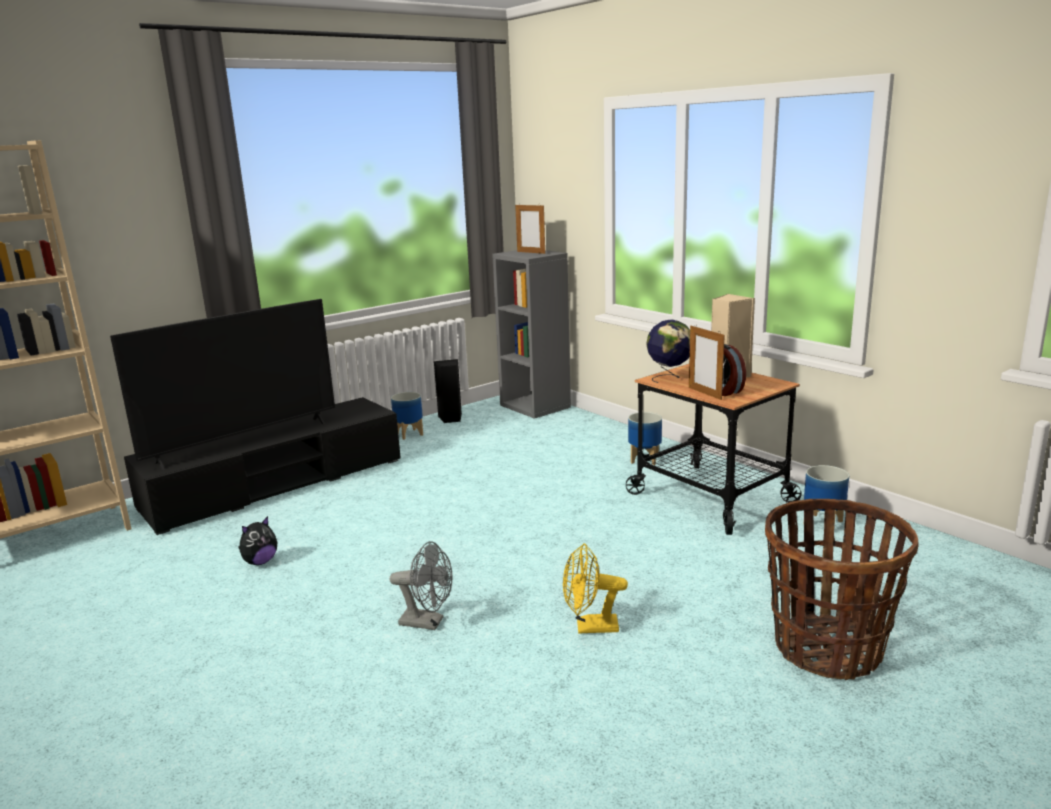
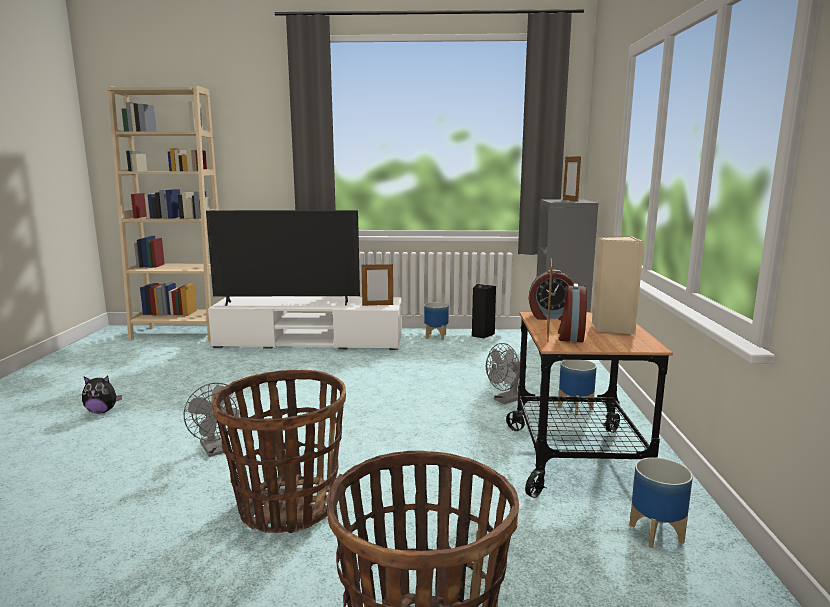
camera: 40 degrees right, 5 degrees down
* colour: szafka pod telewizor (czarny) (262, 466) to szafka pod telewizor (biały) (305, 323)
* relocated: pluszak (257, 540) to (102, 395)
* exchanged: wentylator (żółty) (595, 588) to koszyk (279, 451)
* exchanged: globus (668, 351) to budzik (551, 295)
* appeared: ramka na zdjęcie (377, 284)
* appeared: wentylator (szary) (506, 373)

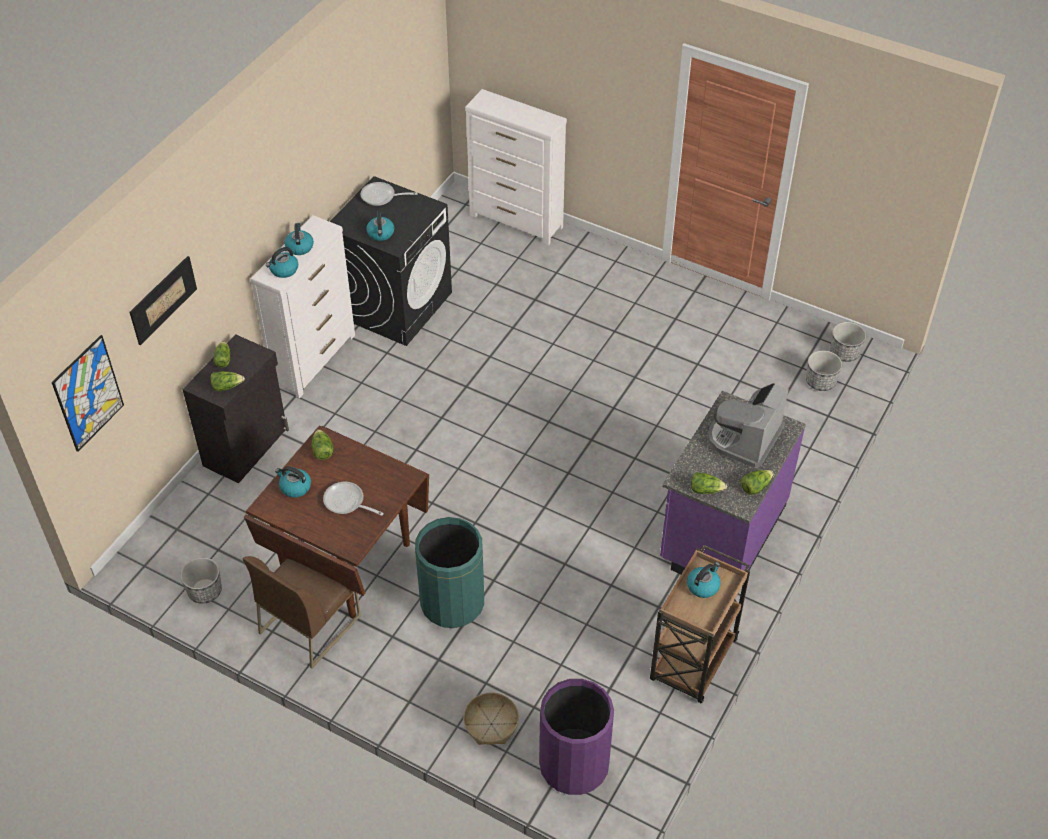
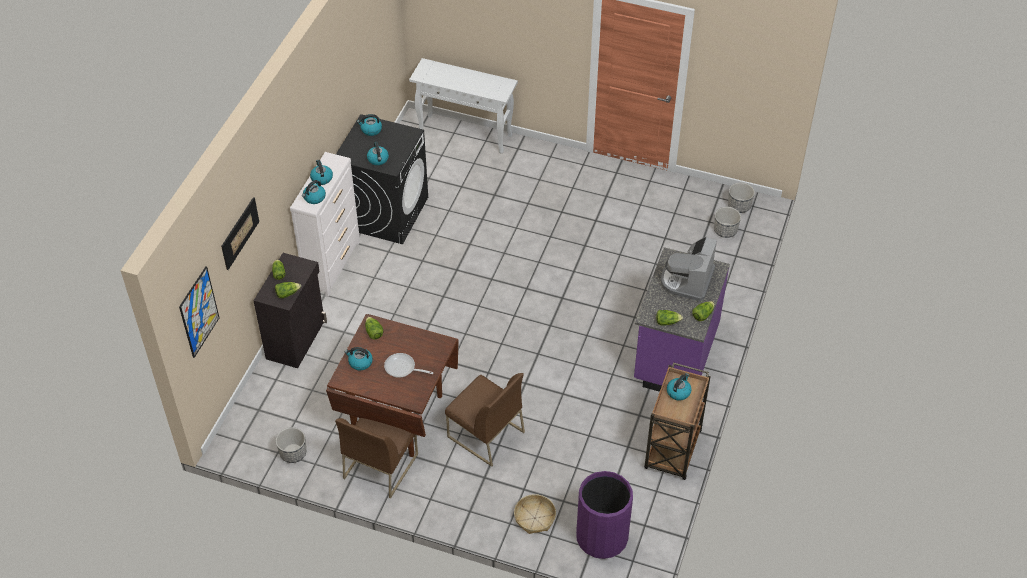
camera: 10 degrees left, 0 degrees up
* exchanged: patelnia (389, 194) to czajnik (369, 125)
* exchanged: kosz na śmieci (zielony) (449, 572) to krzesło (brązowy) (485, 420)
* exchanged: komoda (biały) (516, 167) to stolik konsolowy (biały) (463, 106)

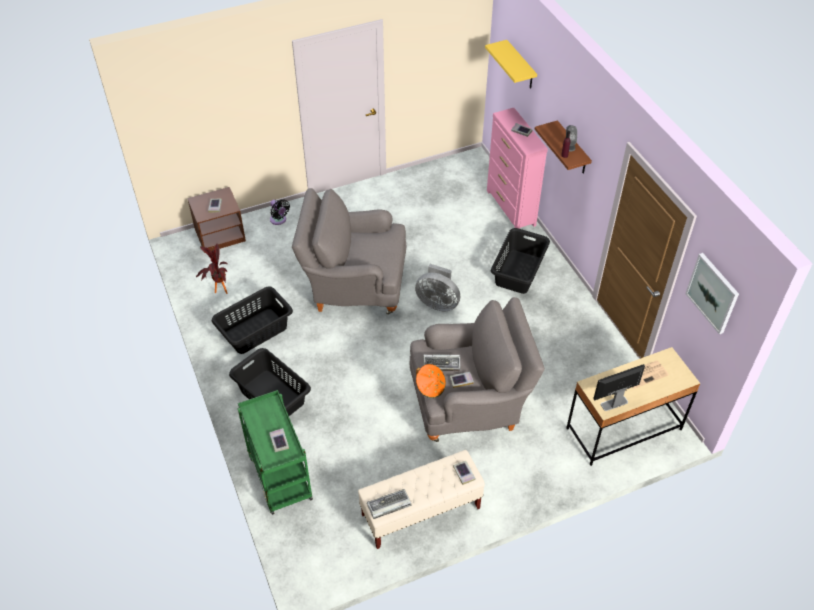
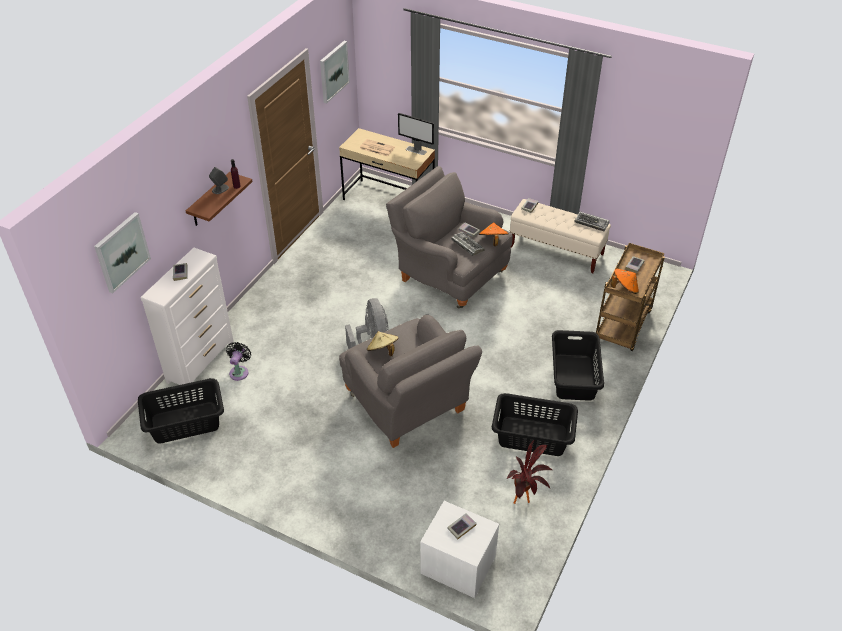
camera: 130 degrees left, 5 degrees down
* colour: szafka nocna (brązowy) (216, 220) to szafka nocna (biały) (459, 549)
* colour: wózek (zielony) (275, 452) to wózek (brązowy) (630, 297)
* relocated: wentylator (czarny) (280, 212) to (238, 361)
* exchanged: półka (żółty) (511, 64) to obraz (122, 252)
* colour: komoda (różowy) (517, 168) to komoda (biały) (187, 320)
* relocated: kosz na pranie (czarny) (520, 261) to (181, 411)
* appeared: kapelusz (beżowy) (382, 343)
* appeared: kapelusz (pomarańczowy) (625, 281)

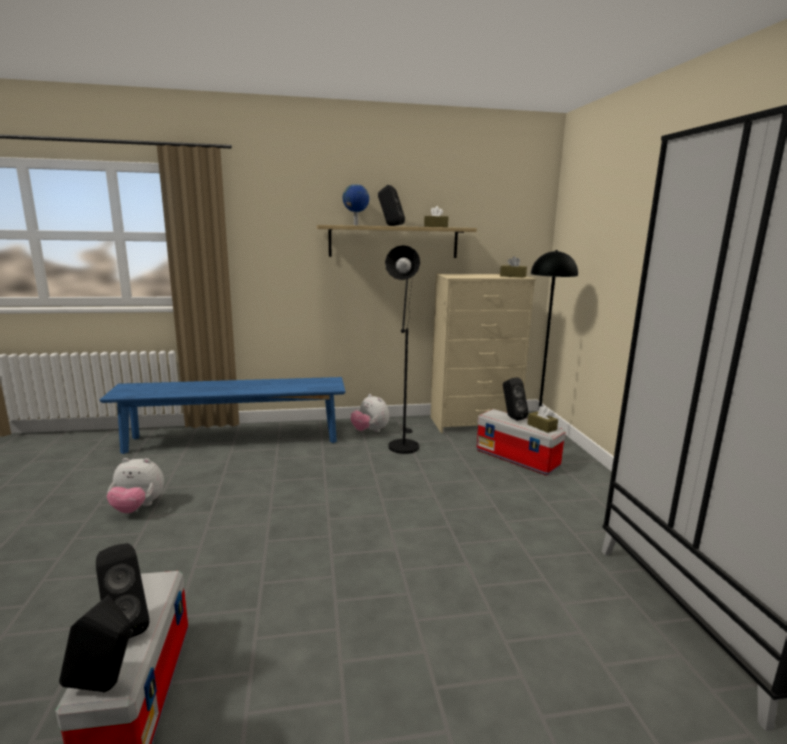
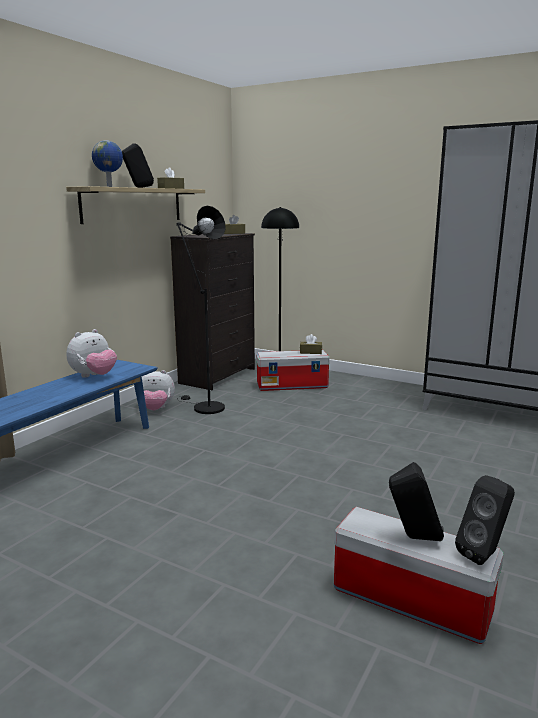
camera: 50 degrees left, 0 degrees up
* relocated: pluszak (135, 485) to (91, 353)
* colour: komoda (beżowy) (483, 353) to komoda (czarny) (212, 311)
* missing: głośnik (czarny) (516, 399)

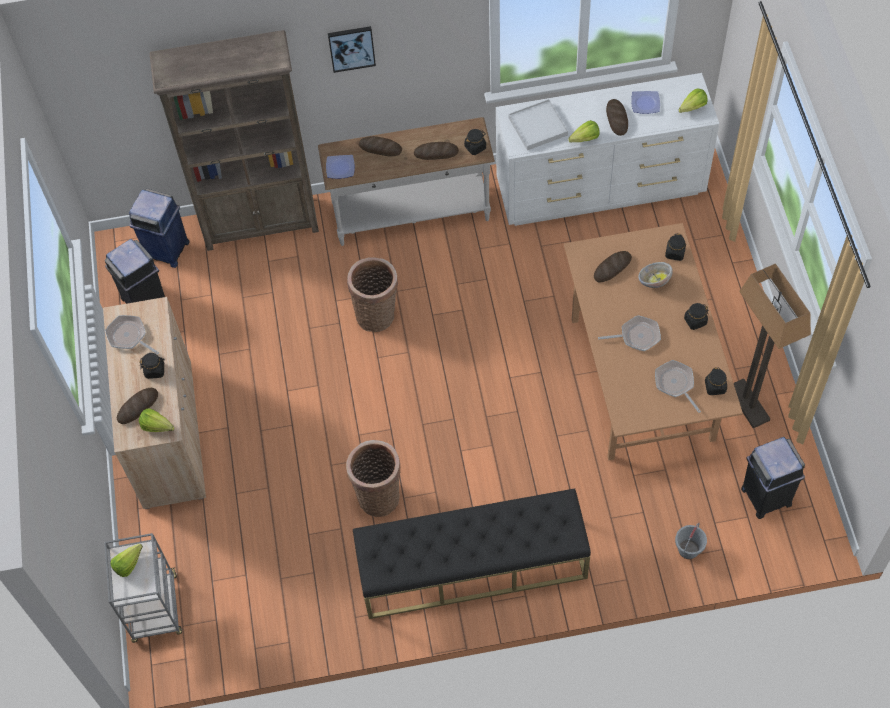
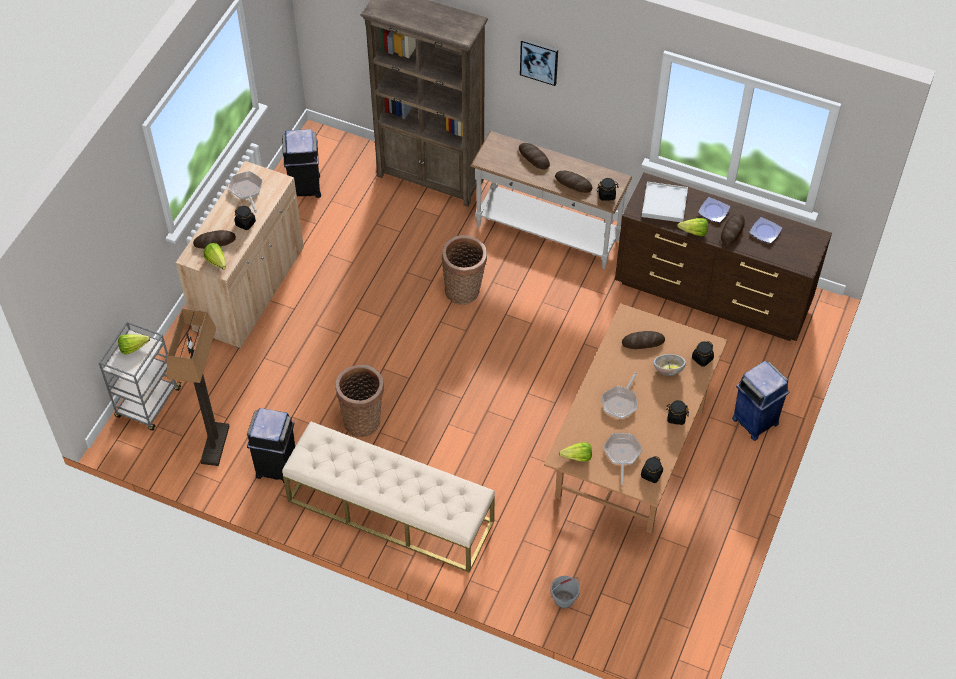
camera: 30 degrees right, 5 degrees down
* relocated: kosz na śmieci (niebieski) (159, 228) to (760, 401)
* relocated: talerz (340, 167) to (714, 210)
* colour: ławka (czarny) (472, 554) to ławka (beżowy) (388, 497)
* colour: komoda (biały) (607, 149) to komoda (brązowy) (723, 256)
* spun: patelnia (629, 333) = (619, 395) 90 degrees clockwise
* relocated: sałata (693, 100) to (575, 452)
* relocated: lampa stojąca (772, 345) to (198, 387)
* relocated: kosz na śmieci (czarny) (773, 478) to (271, 445)

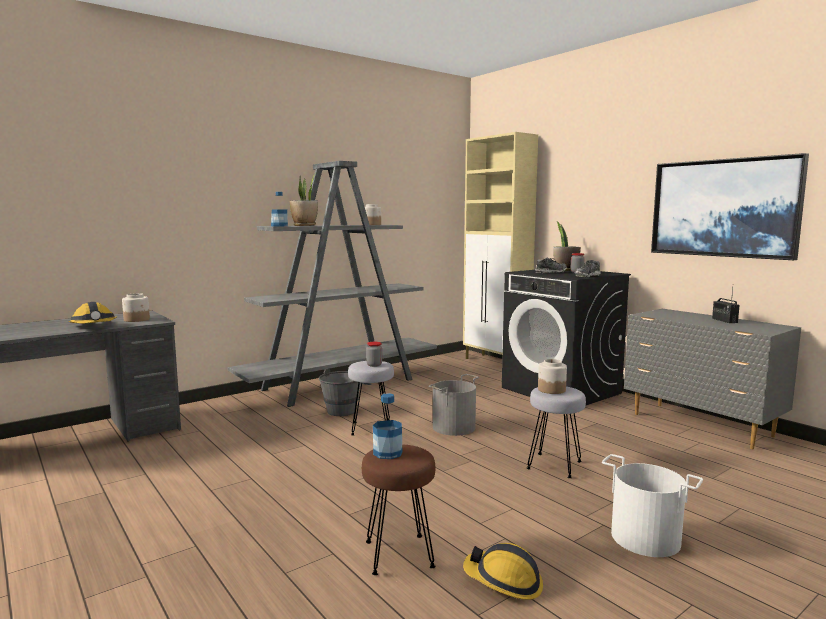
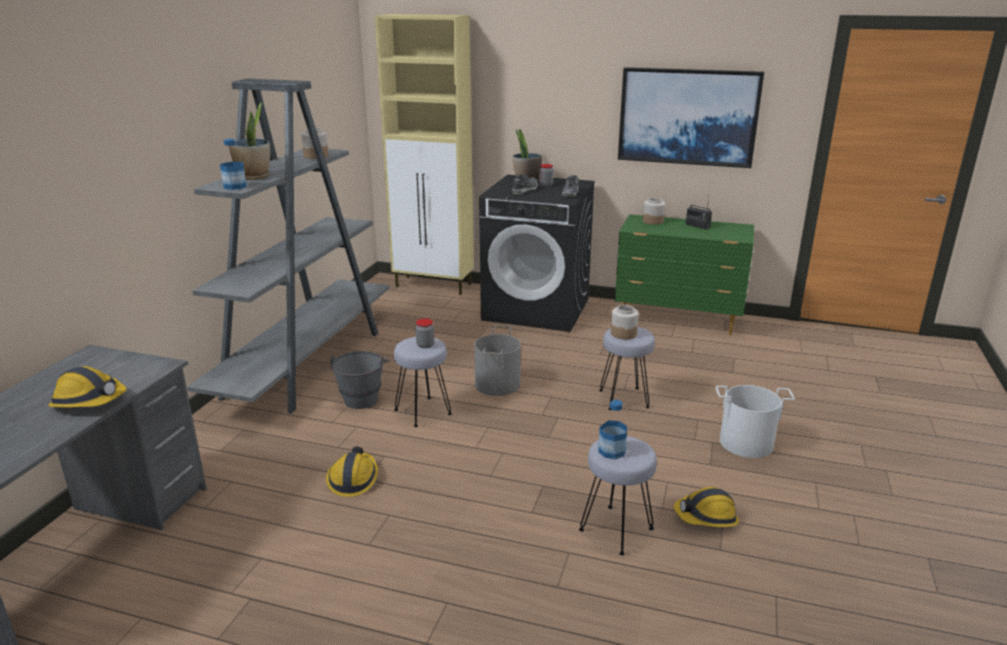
camera: 35 degrees left, 15 degrees up
* relocated: słoik (136, 307) to (654, 211)
* colour: stołek (brązowy) (398, 509) to stołek (szary) (618, 495)
* colour: komoda (szary) (712, 379) to komoda (zielony) (684, 274)
* appeared: kask (352, 471)

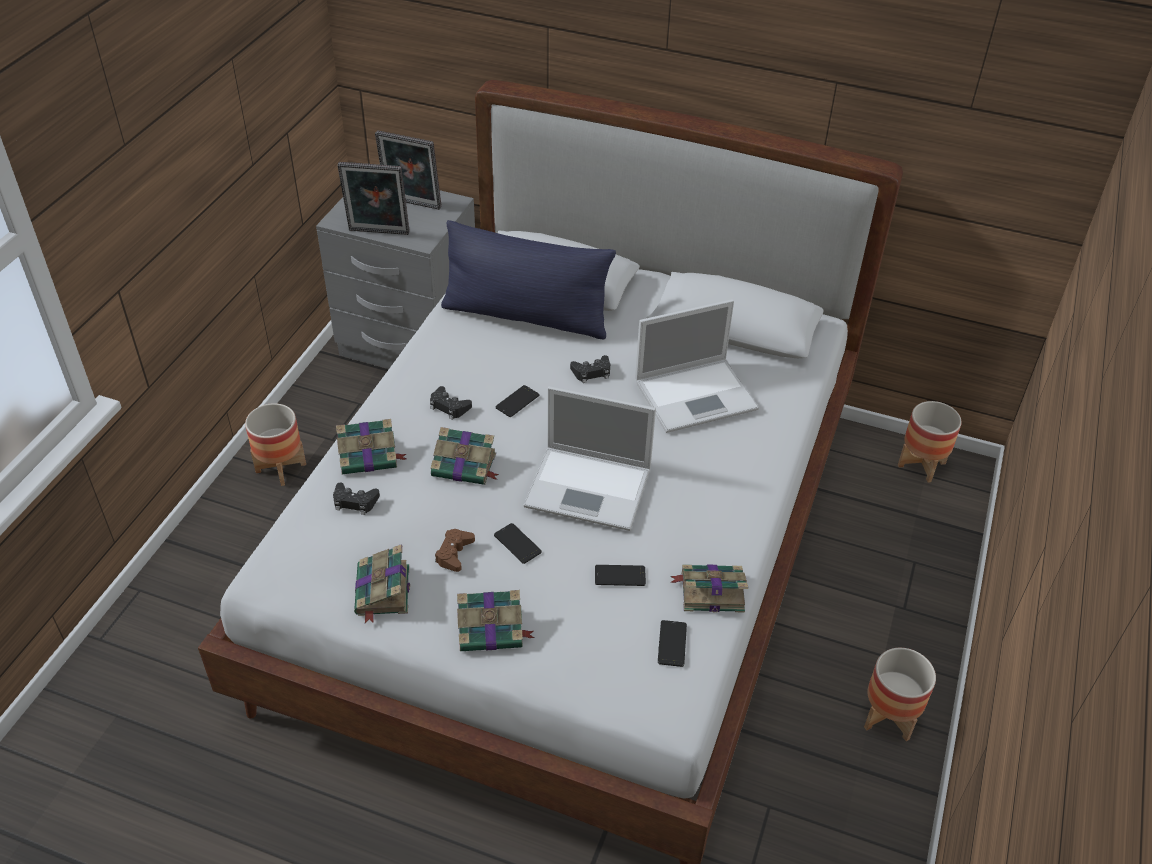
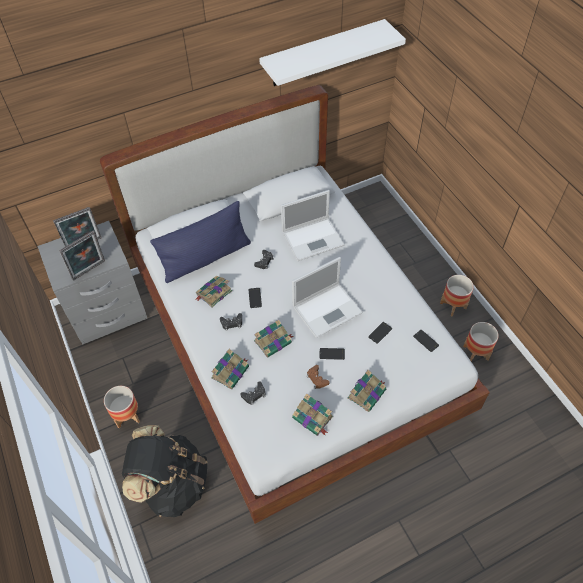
camera: 45 degrees left, 10 degrees up
* spun: laptop (697, 366) = (313, 225) 45 degrees clockwise
* relocated: książka (709, 588) to (213, 291)
* relocated: donica (930, 442) to (481, 342)
* appeared: plecak (czarny) (165, 471)
* appeared: półka (biały) (332, 52)

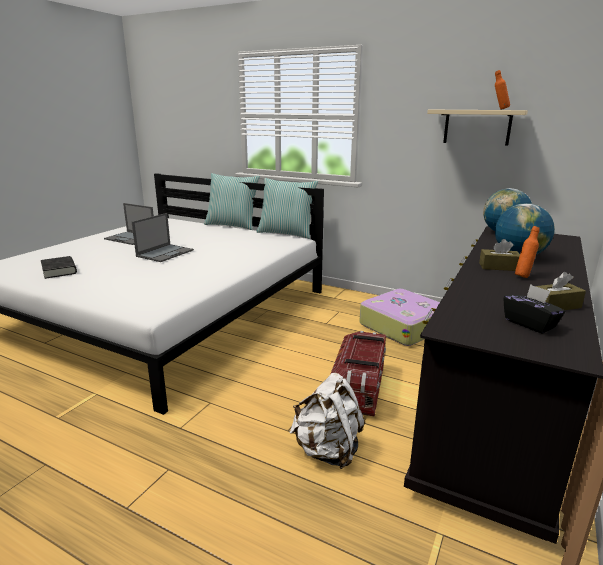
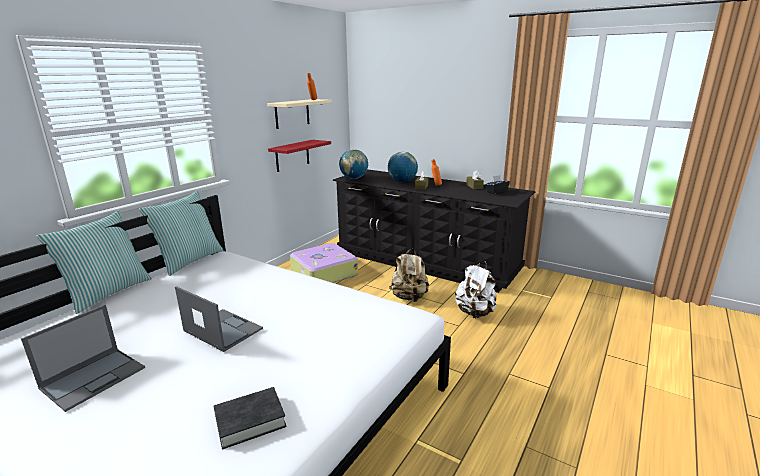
camera: 85 degrees left, 0 degrees up
* exchanged: pojemnik do przechowywania (358, 374) to plecak (beżowy) (409, 275)
* appeared: półka (czerwony) (299, 156)

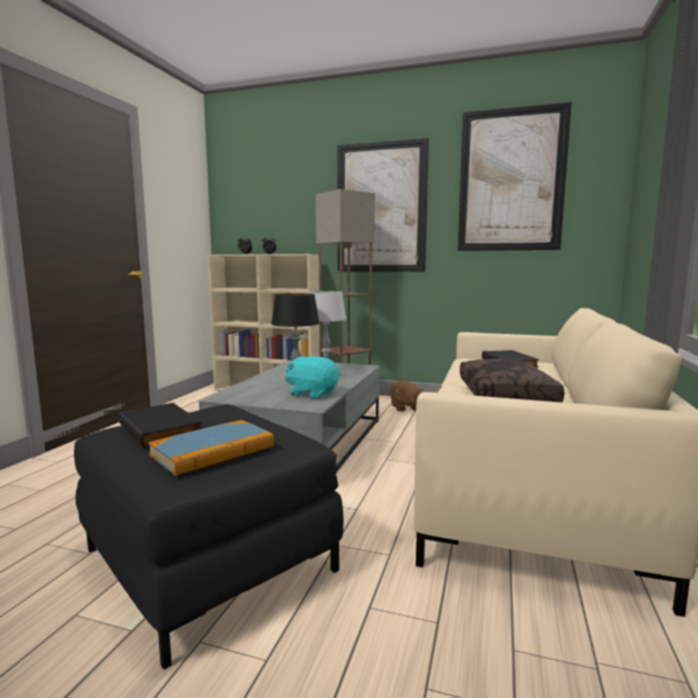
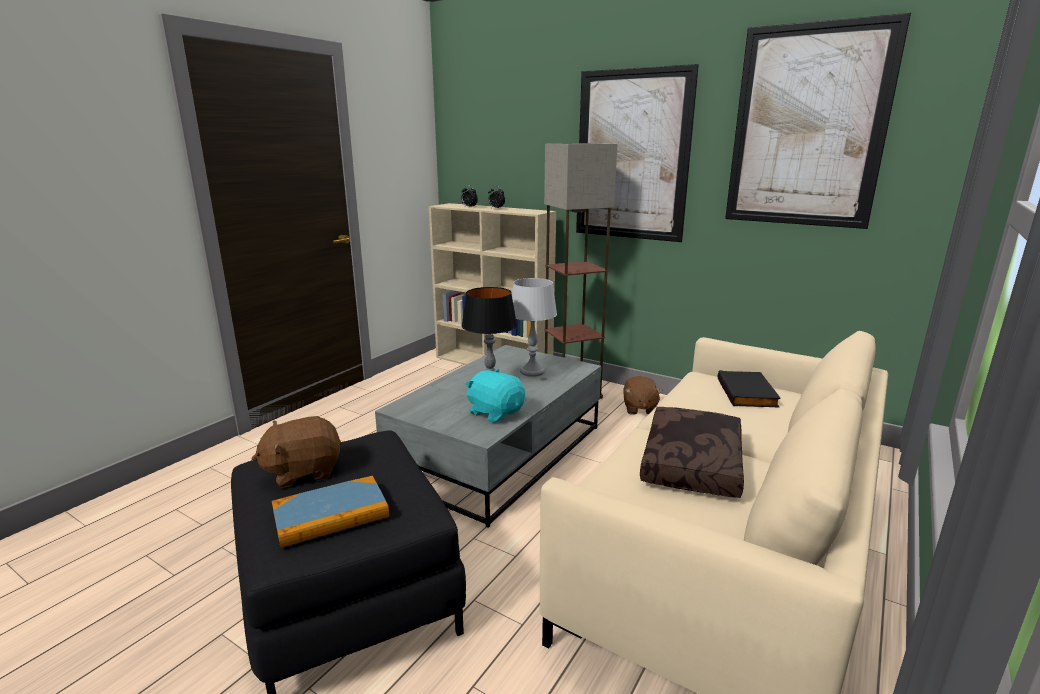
camera: 15 degrees right, 10 degrees up
* exchanged: książka (czarny) (160, 425) to pluszak (brązowy) (297, 452)

